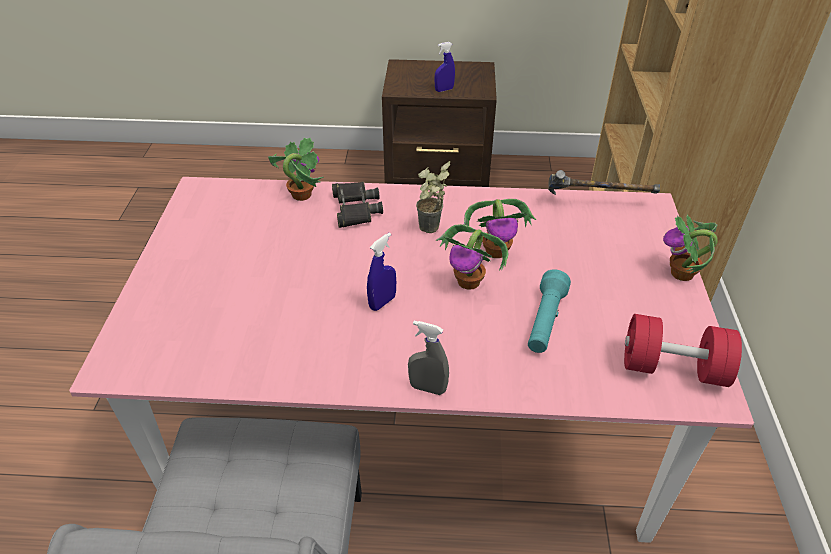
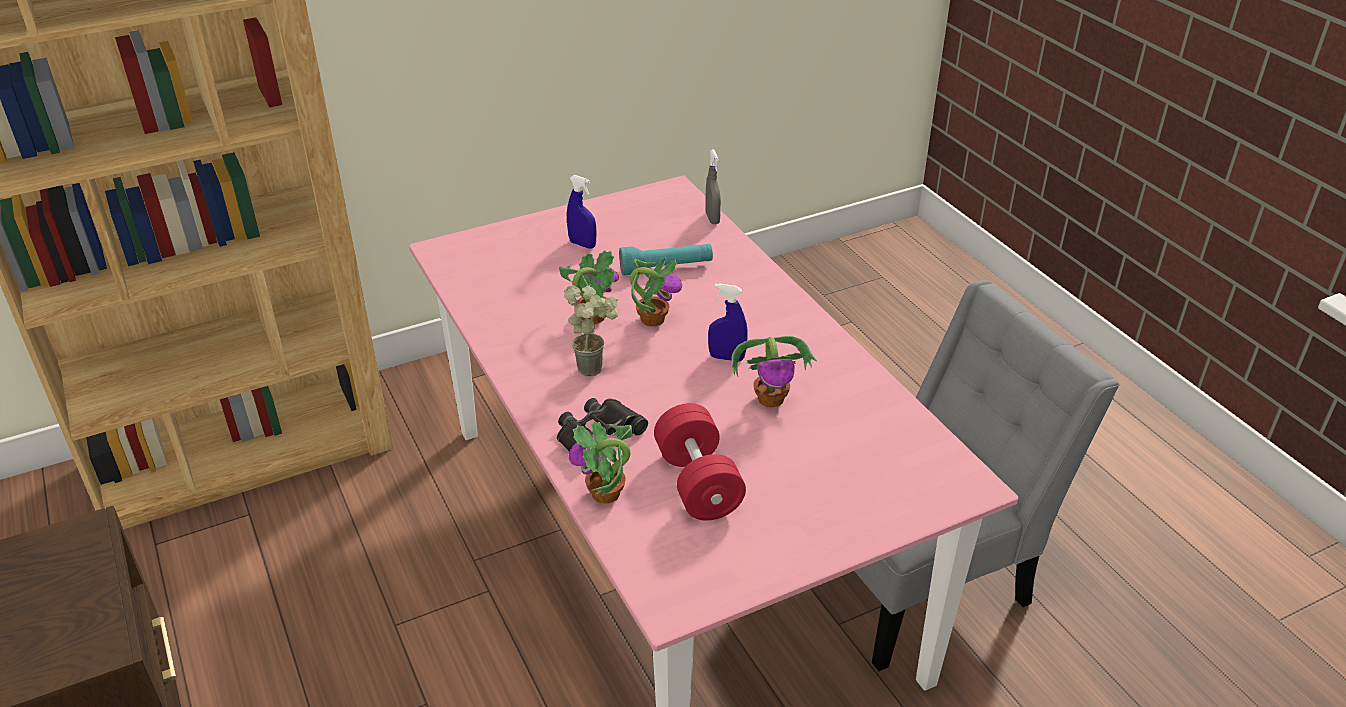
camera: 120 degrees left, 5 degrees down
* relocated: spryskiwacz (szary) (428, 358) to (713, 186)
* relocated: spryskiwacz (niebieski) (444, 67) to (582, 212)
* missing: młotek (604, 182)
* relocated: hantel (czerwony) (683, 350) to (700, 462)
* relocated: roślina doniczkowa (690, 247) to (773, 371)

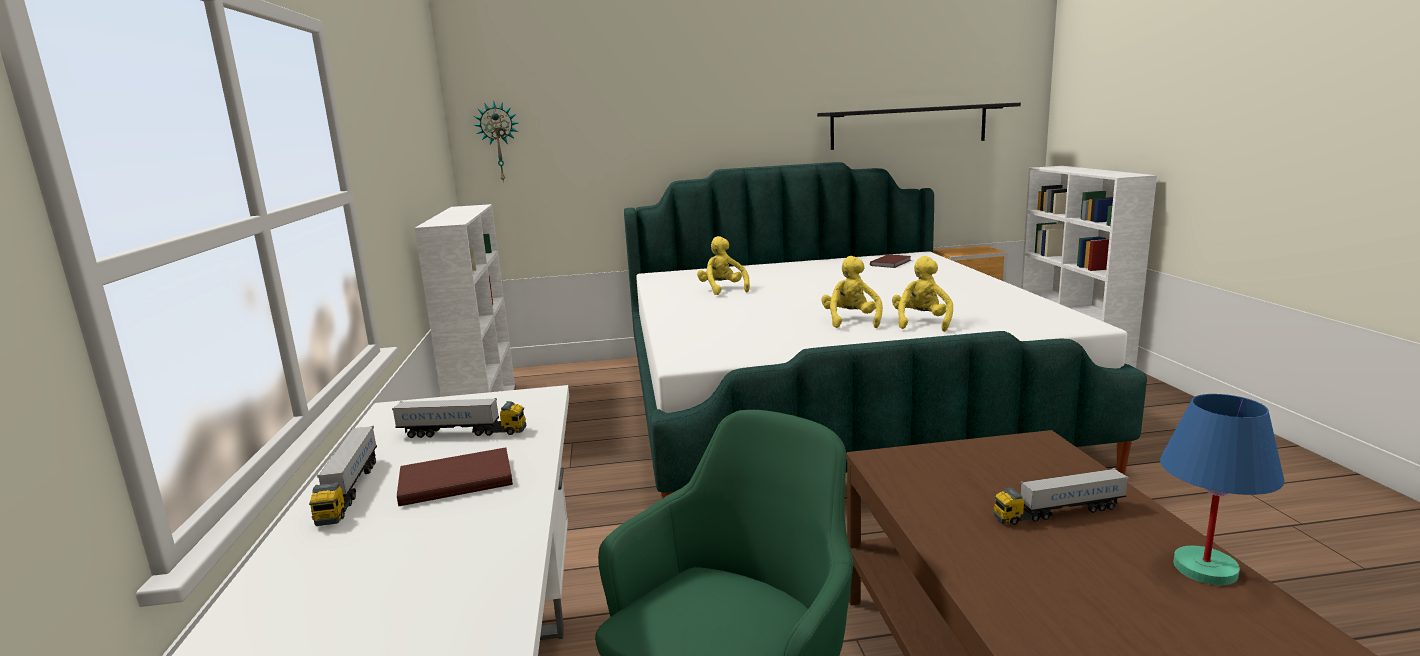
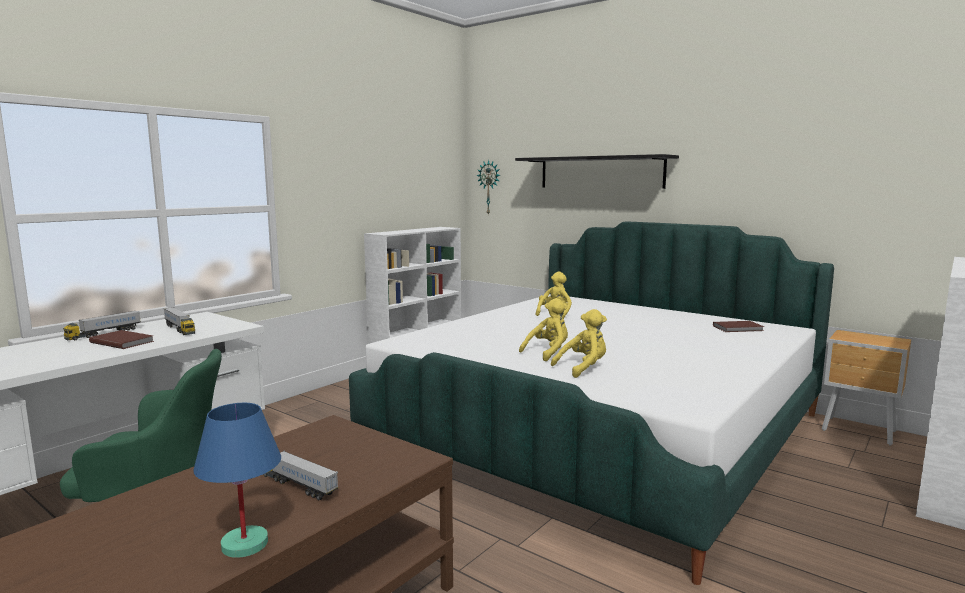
camera: 45 degrees right, 5 degrees down
* relocated: półka (czarny) (919, 126) to (597, 171)

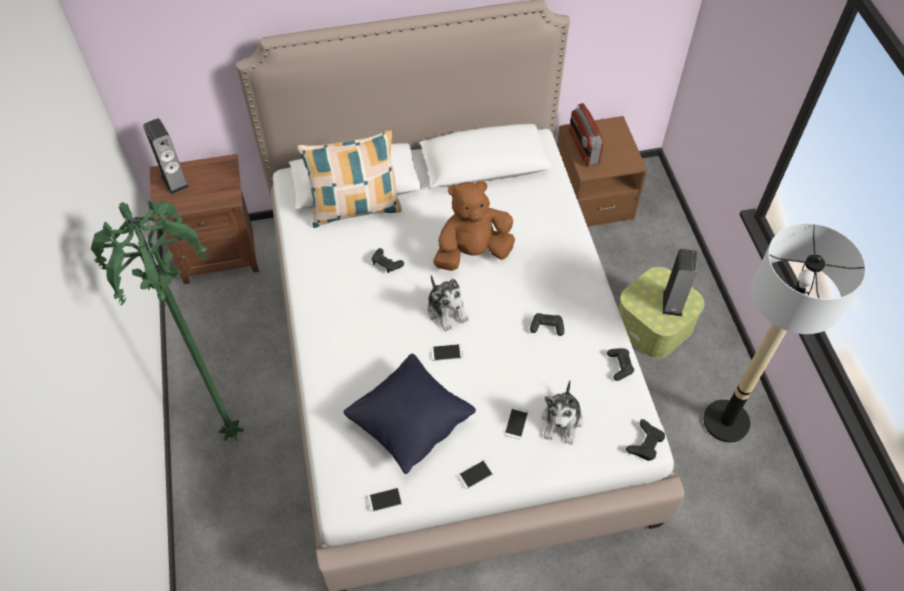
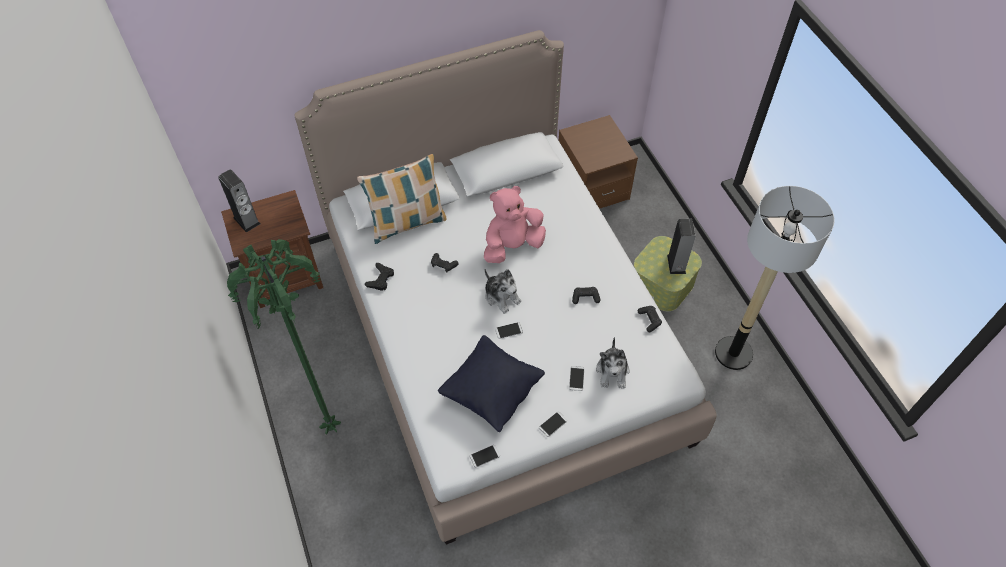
camera: 10 degrees left, 0 degrees up
* colour: pluszak (brązowy) (474, 225) to pluszak (różowy) (515, 224)
* missing: radio (586, 134)
* relocated: pad do gier (czarny) (645, 440) to (379, 277)

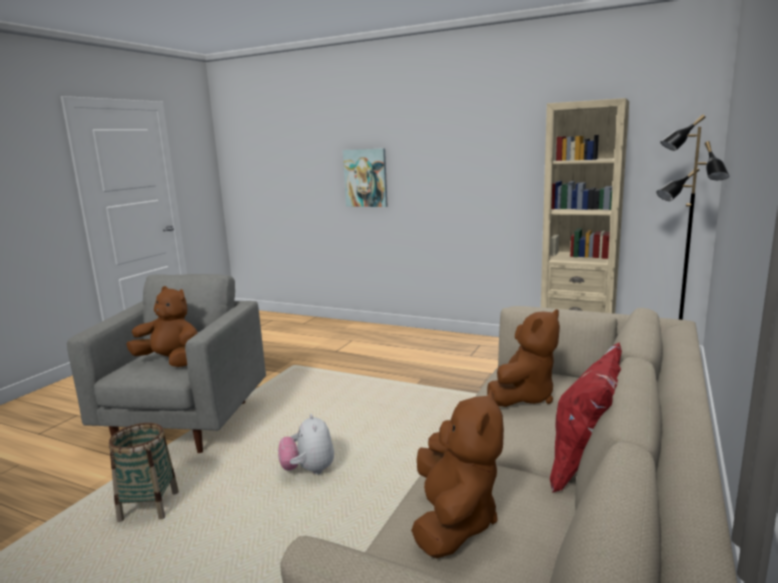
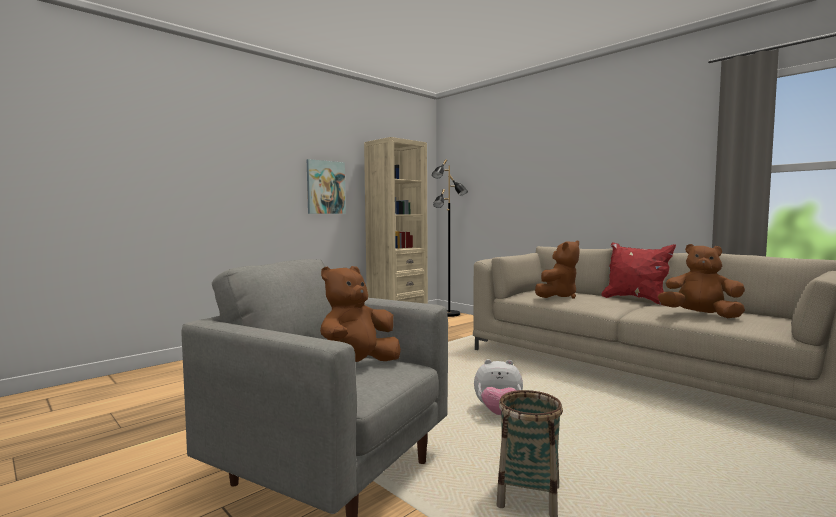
camera: 70 degrees left, 10 degrees down
* relocated: obraz (365, 177) to (326, 186)
* spun: pluszak (brązowy) (523, 358) = (557, 269) 75 degrees clockwise

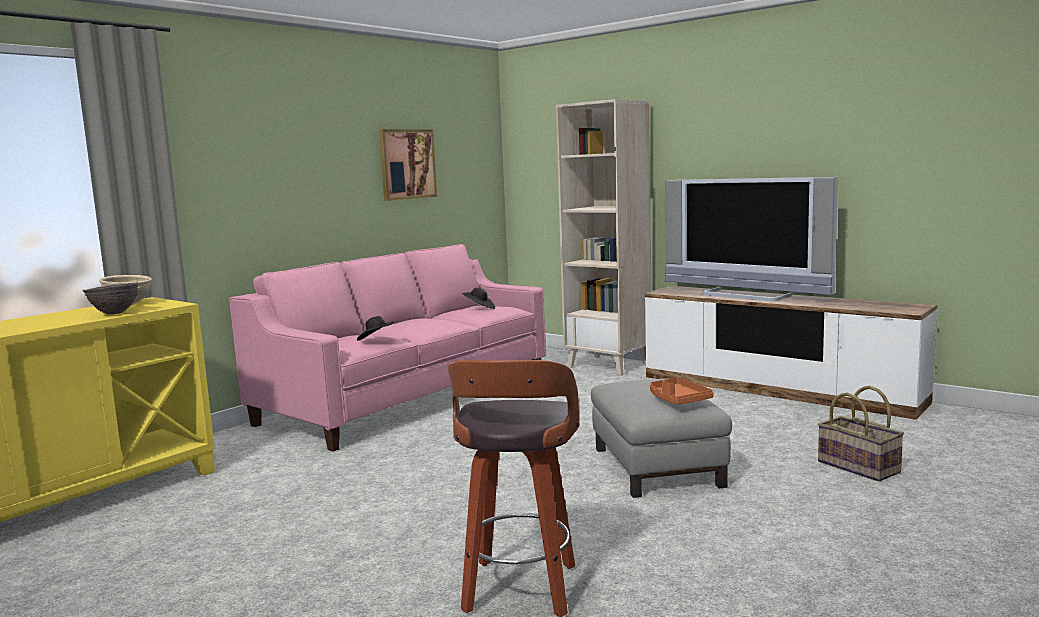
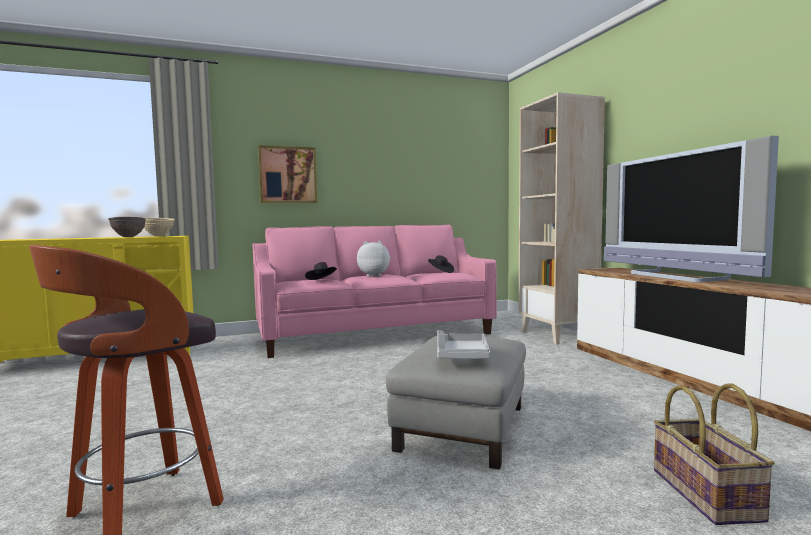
camera: 30 degrees right, 5 degrees down
* relocated: obraz (408, 165) to (287, 174)
* colour: taca (pomarańczowy) (681, 391) to taca (szary) (463, 344)
* appeared: pluszak (373, 259)

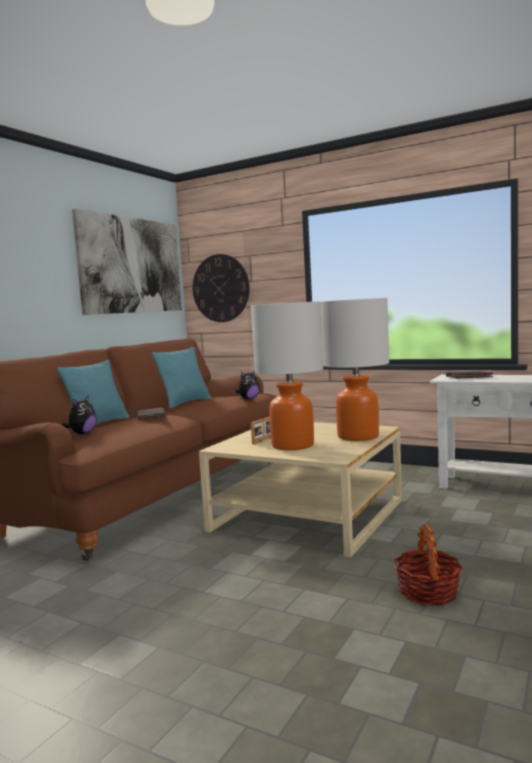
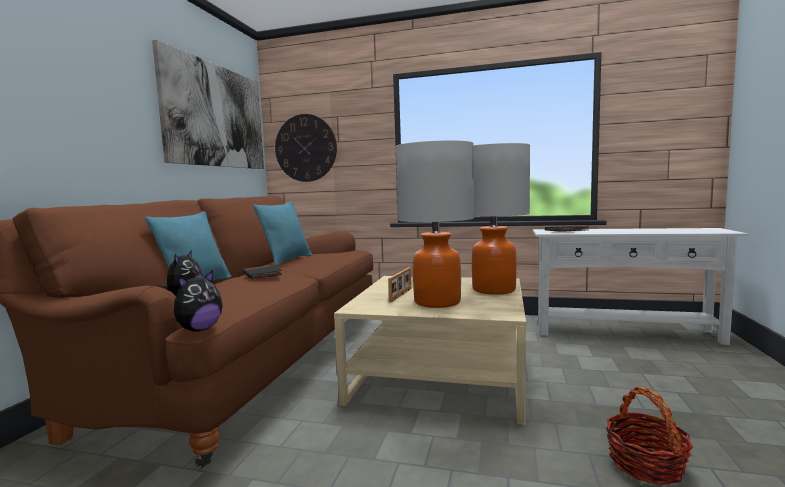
camera: 15 degrees left, 0 degrees up
* relocated: pluszak (248, 384) to (198, 301)

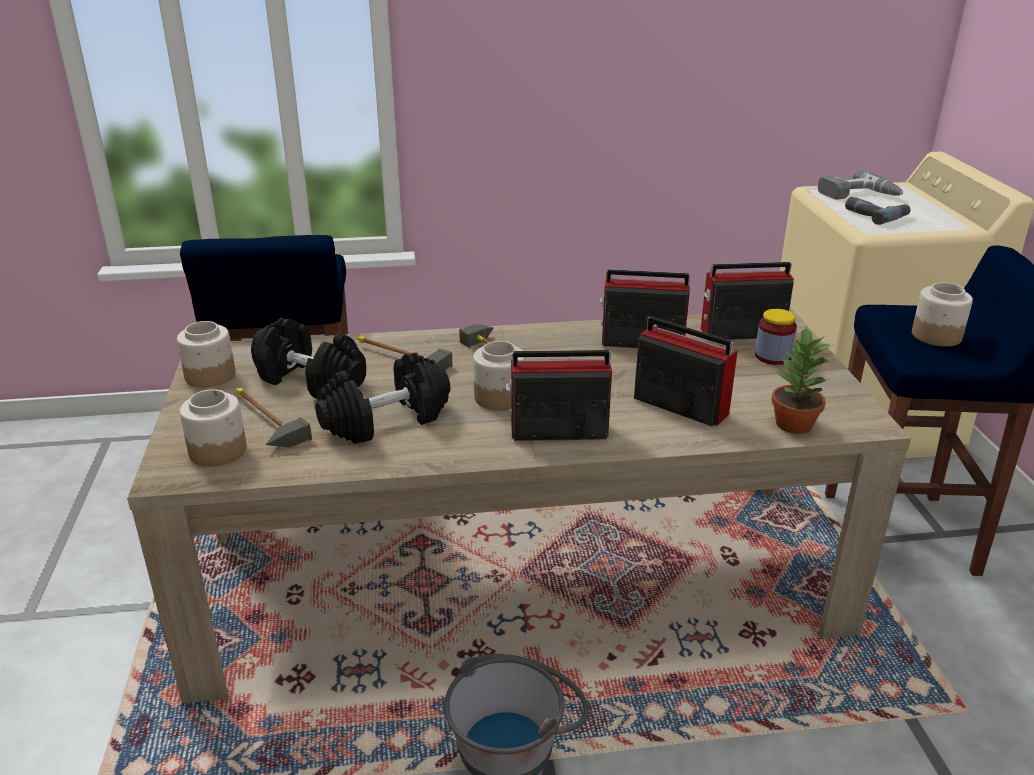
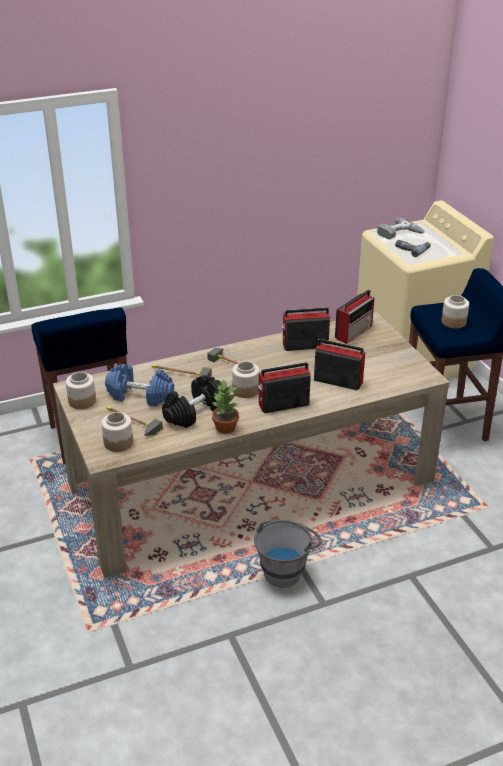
camera: 15 degrees left, 5 degrees up
* colour: hantel (czarny) (308, 358) to hantel (niebieski) (139, 385)
* spun: radio (747, 301) = (354, 317) 150 degrees clockwise
* missing: słoik (776, 337)
* relocated: roślina doniczkowa (803, 380) to (225, 406)

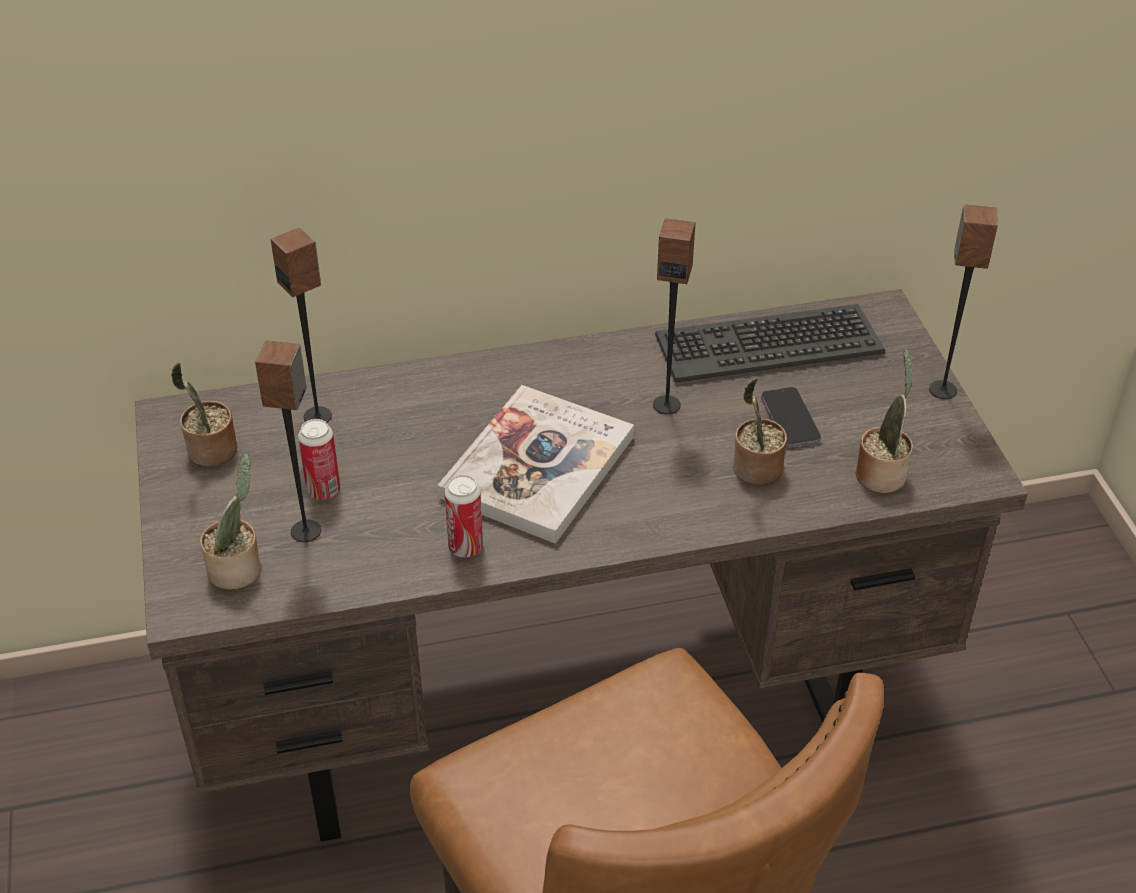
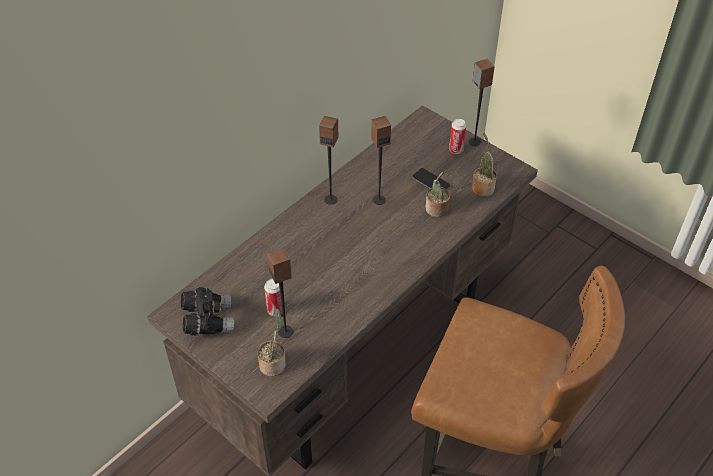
camera: 35 degrees left, 5 degrees up
* exchanged: roślina doniczkowa (204, 415) to lornetka (czarny) (207, 311)
* relocated: głośnik (301, 325) to (328, 160)
* missing: książka (535, 464)
* relocated: puszka (463, 516) to (457, 136)
* missing: klawiatura (770, 343)

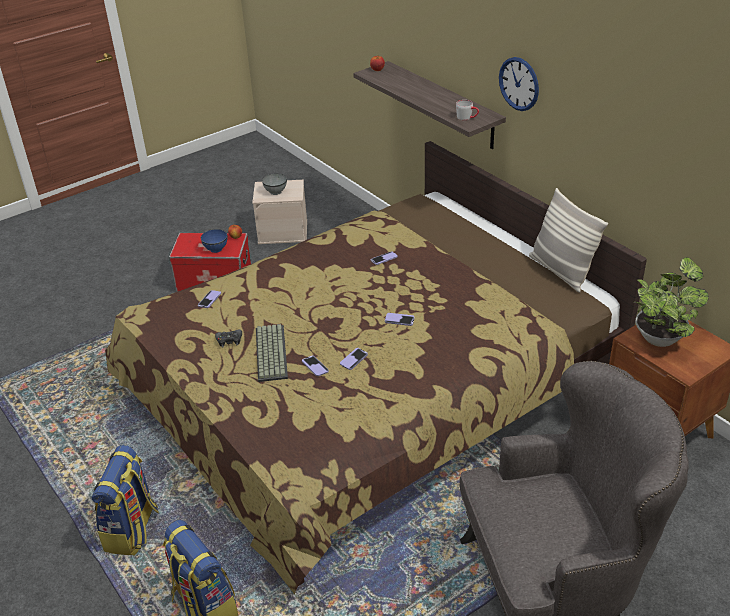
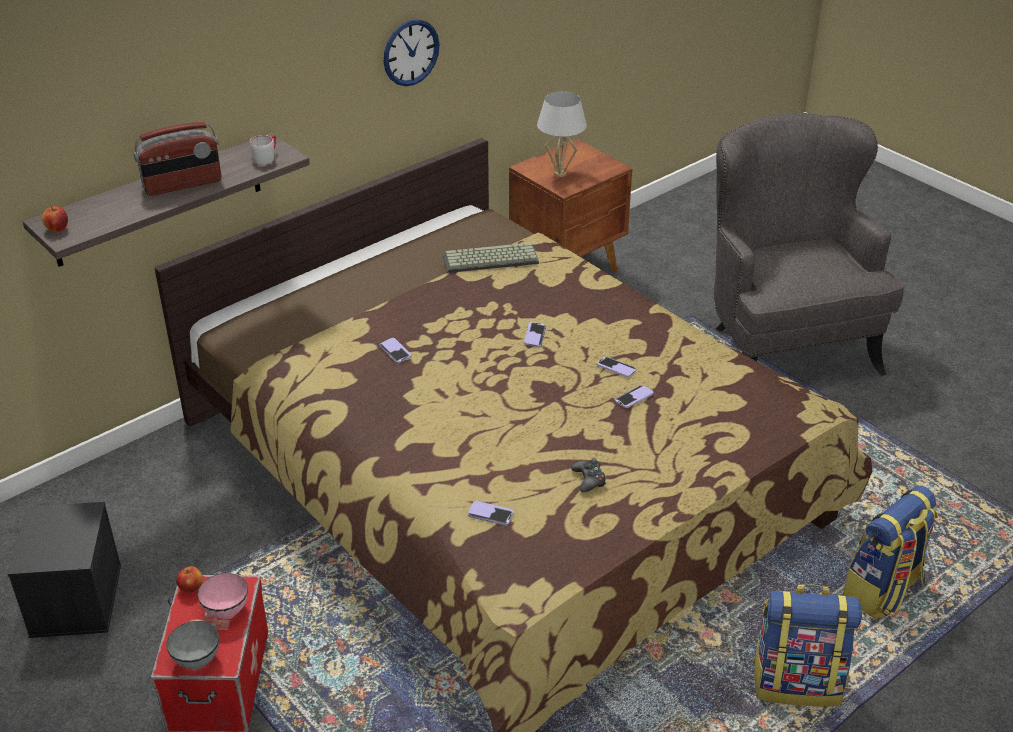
camera: 95 degrees left, 0 degrees up
* colour: miska (niebieski) (214, 241) to miska (różowy) (222, 596)
* colour: pojemnik do przechowywania (beżowy) (279, 212) to pojemnik do przechowywania (czarny) (64, 570)
* relocated: klawiatura (272, 353) to (491, 258)
* relocated: miska (szary) (274, 184) to (192, 645)
* relocated: zegar ścienny (519, 84) to (412, 52)
* missing: poduszka (568, 240)
* exchanged: roślina doniczkowa (672, 302) to lampa stołowa (biały) (562, 134)
* appeared: radio (177, 159)

